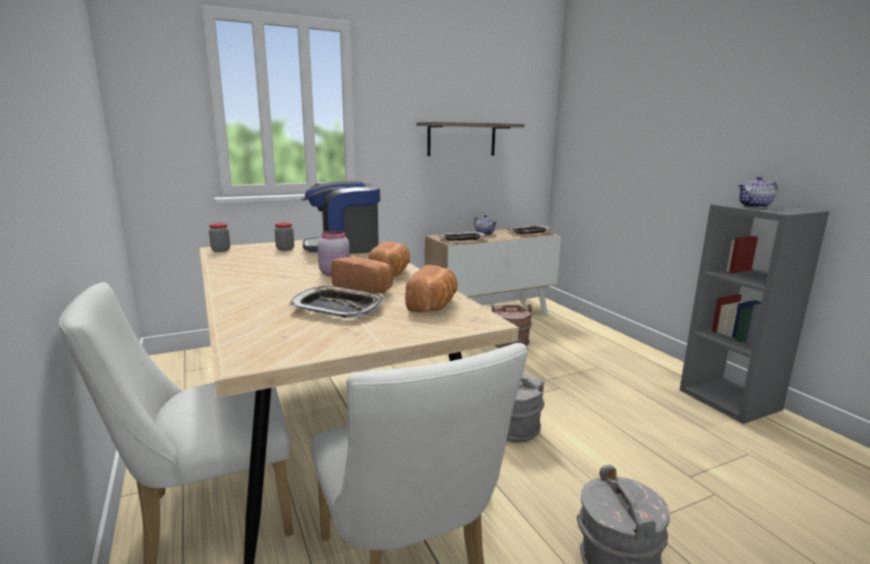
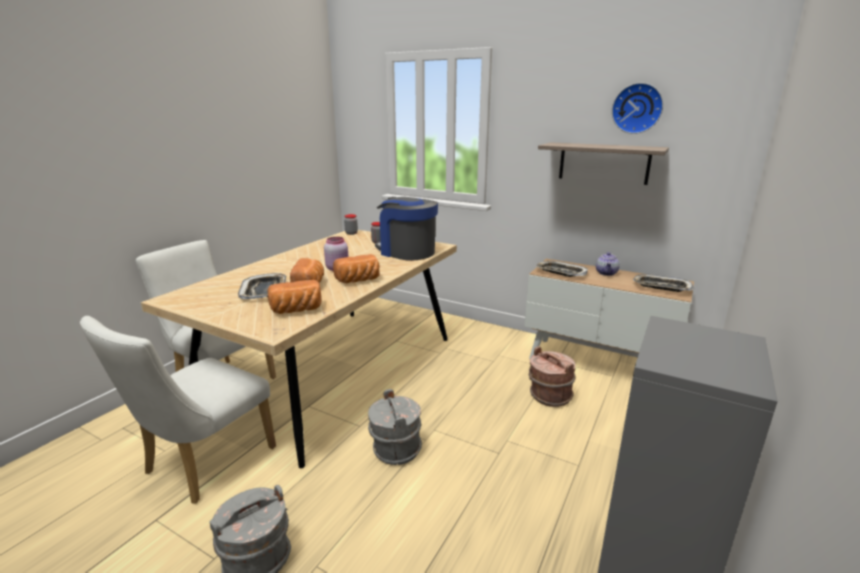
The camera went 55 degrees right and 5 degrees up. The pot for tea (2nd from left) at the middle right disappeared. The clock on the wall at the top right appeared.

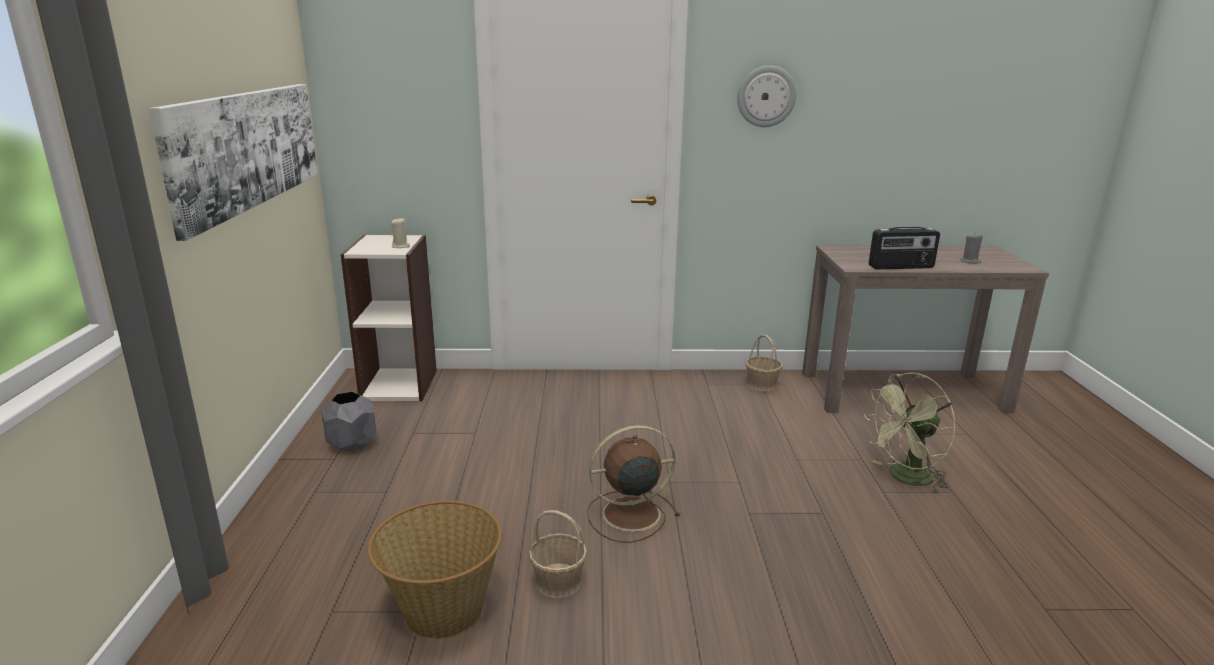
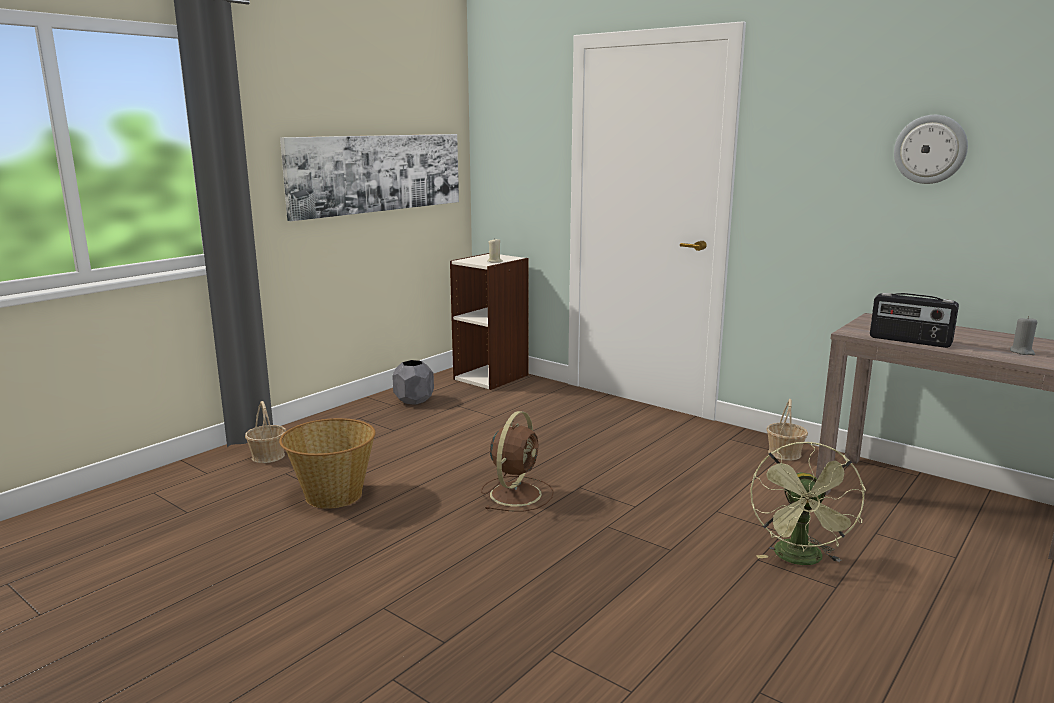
The camera went 40 degrees right and 5 degrees down. The storage basket (2nd from left in the first image) moved from the bottom centre to the middle left. The brownish cooling fan at the bottom centre turned 90 degrees clockwise. The clock on the wall moved from the top centre to the top right. The greenish cooling fan at the middle right turned 90 degrees counterclockwise.

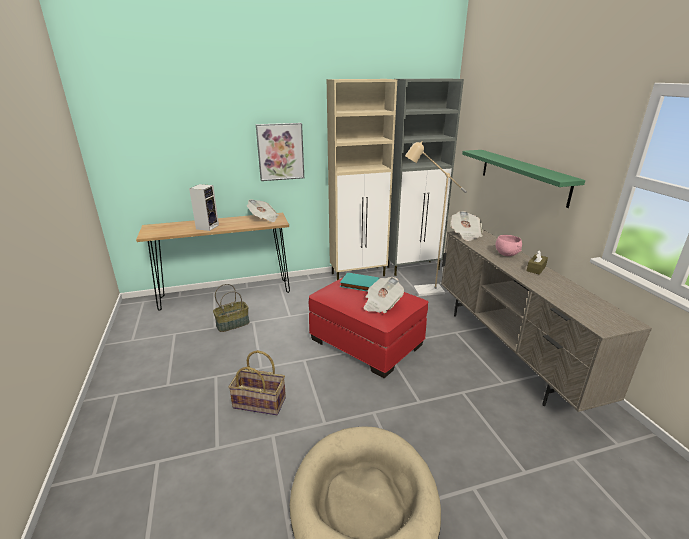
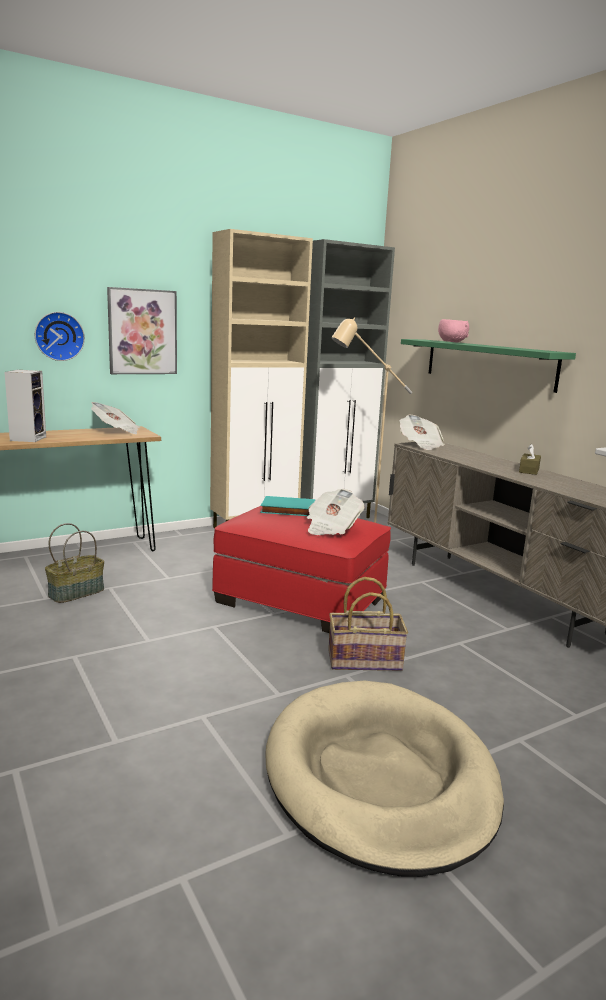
The camera went 15 degrees left and 10 degrees down. The storage basket (2nd from left) moved from the bottom centre to the centre. The pink serving bowl moved from the middle right to the top right. The clock on the wall at the middle left appeared.

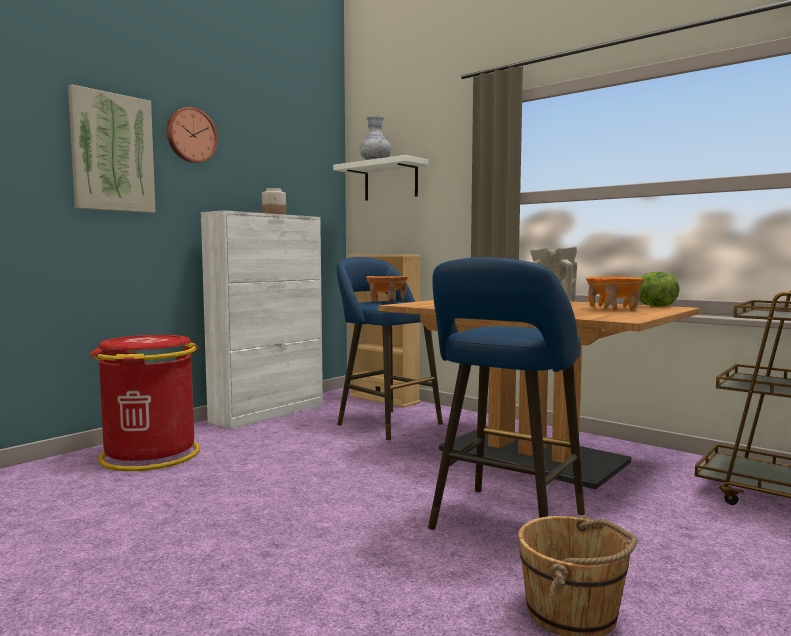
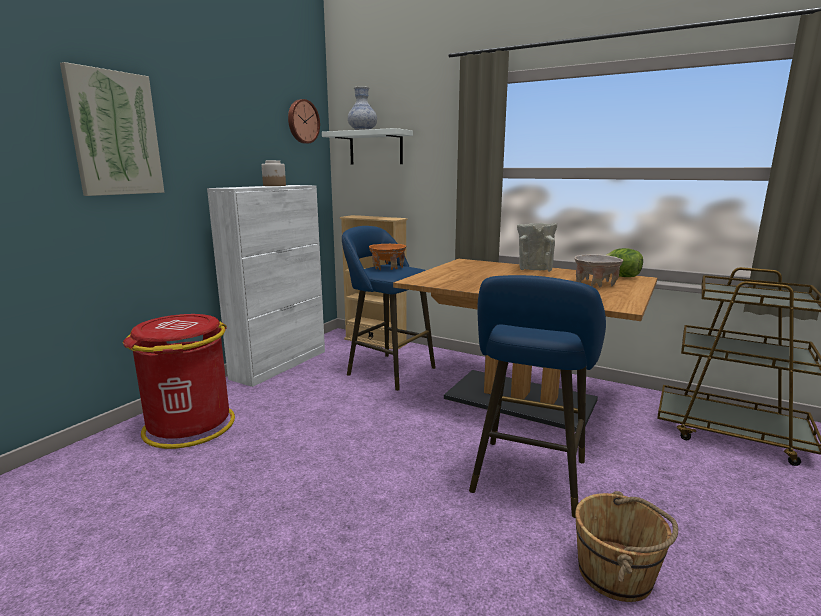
The camera went 10 degrees left and 10 degrees up. The clock on the wall moved from the top left to the top centre. The orangey serving bowl (2nd from left) at the middle right became the beige serving bowl at the middle right.

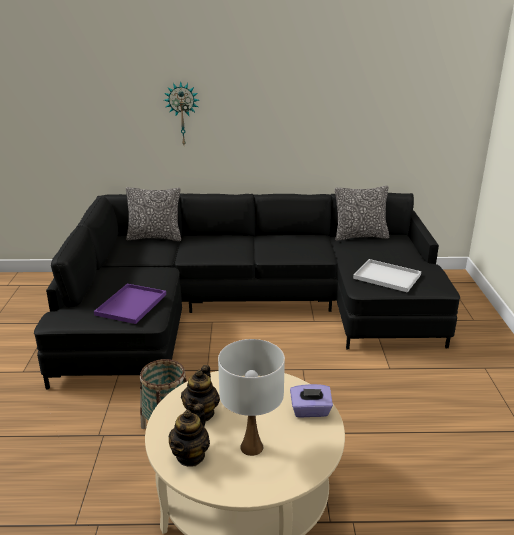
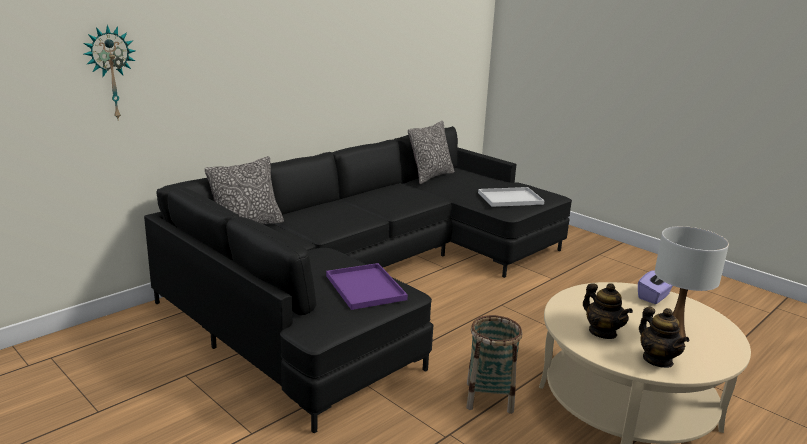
The camera went 45 degrees left and 5 degrees down. The clock on the wall moved from the top centre to the top left.

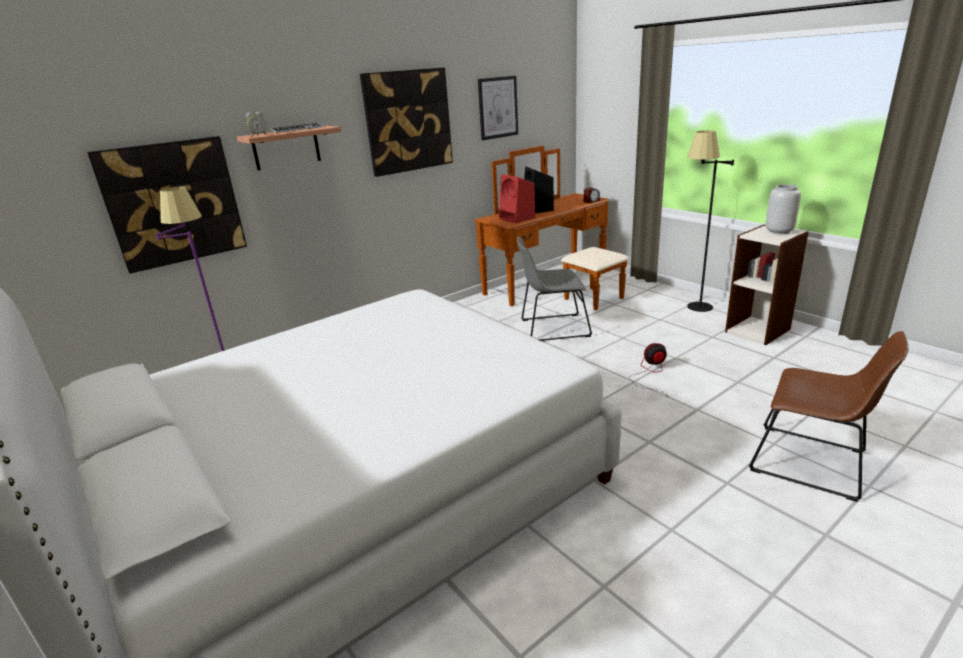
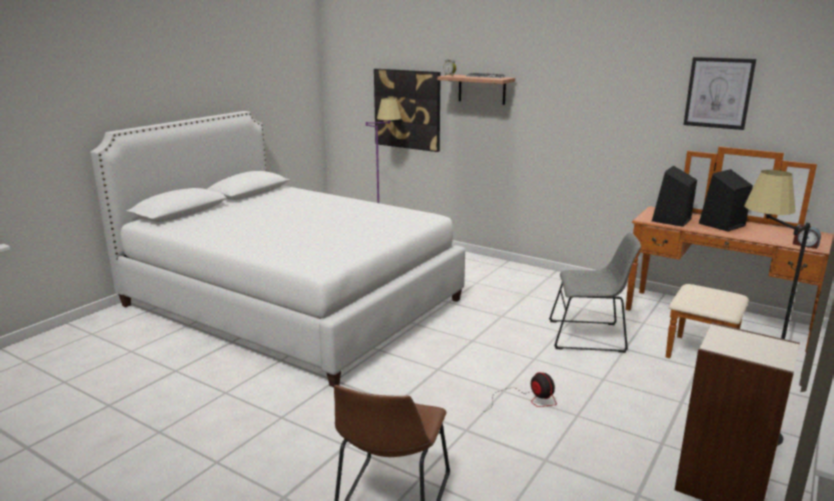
The camera went 70 degrees right and 5 degrees down. The wall picture (2nd from left) at the top centre disappeared. The red loudspeaker at the top centre became the blackish loudspeaker (1st from left) at the middle right. The grey upright chair at the centre turned 120 degrees clockwise. The grey flower vase at the top right disappeared.

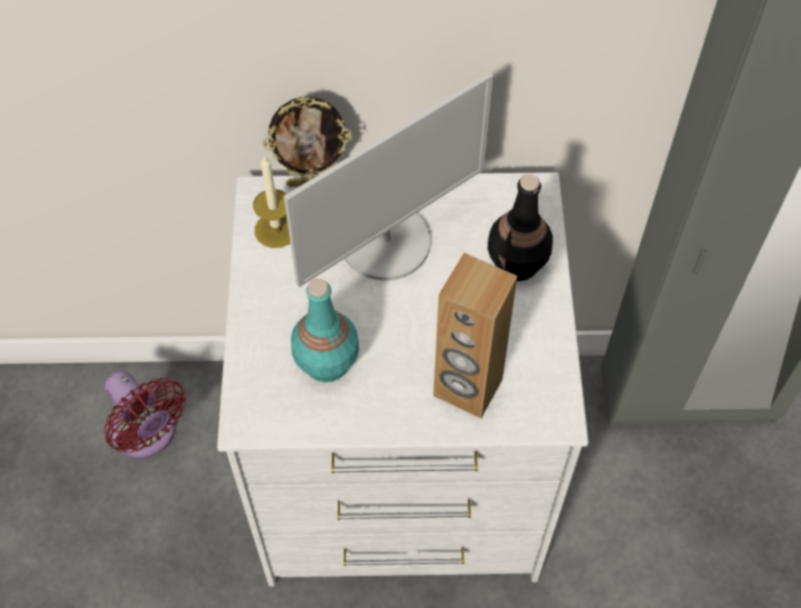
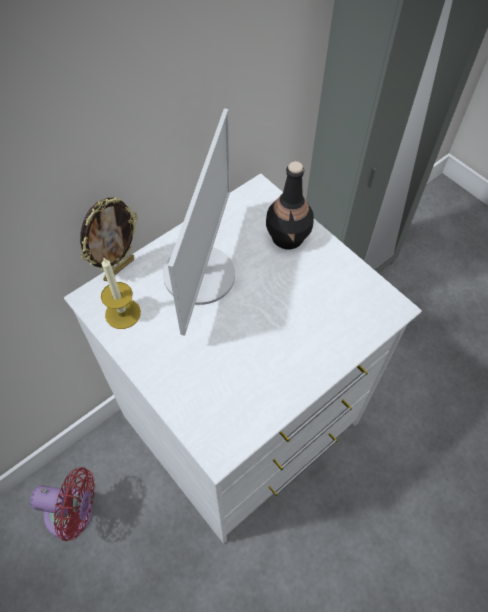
The camera went 40 degrees left and 0 degrees up. The blue-green beverage bottle at the centre disappeared. The brownish loudspeaker at the centre disappeared.

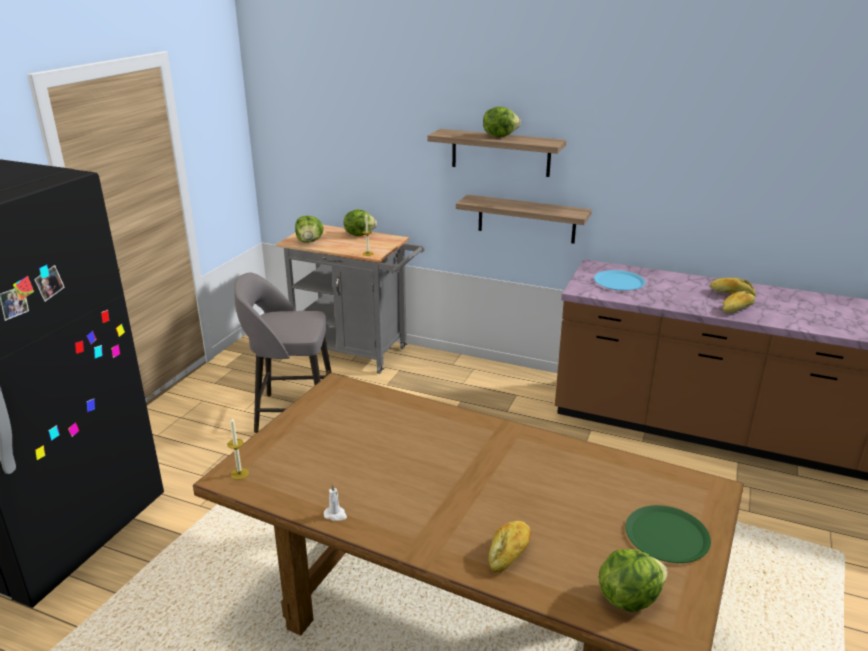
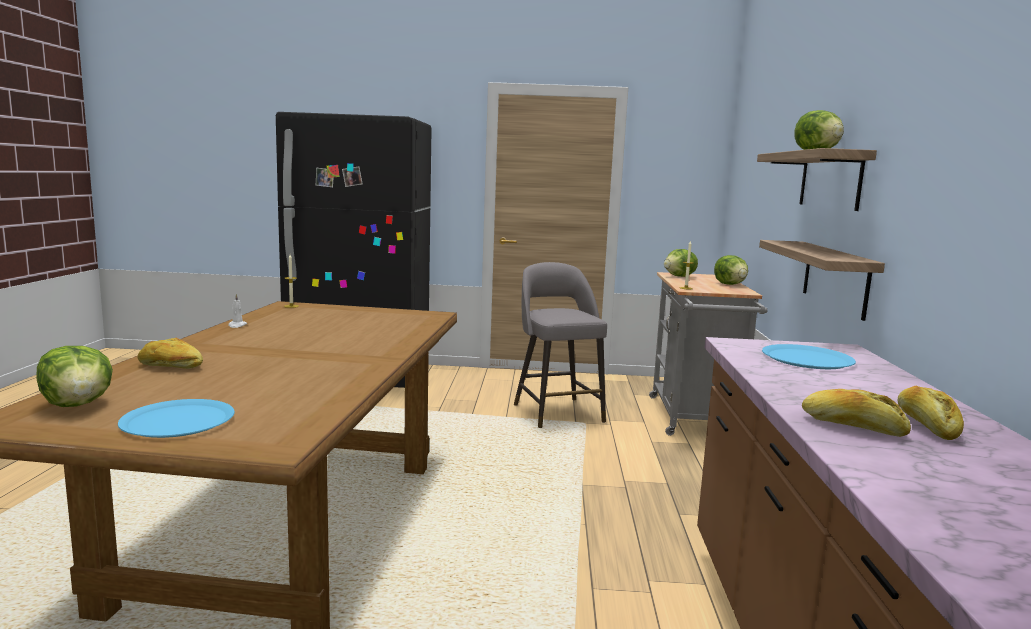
The camera went 70 degrees right and 15 degrees down. The greenish flat dish at the bottom right became the blue-coloured flat dish (1st from left) at the middle left.

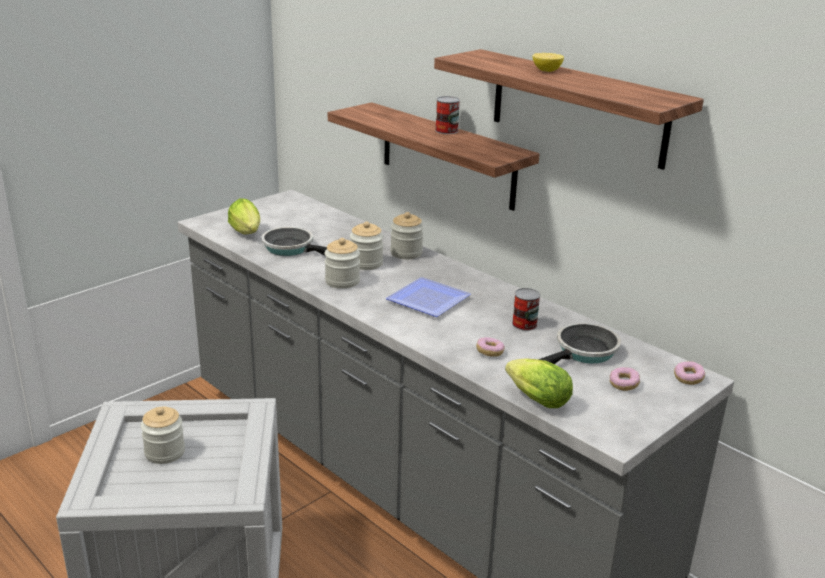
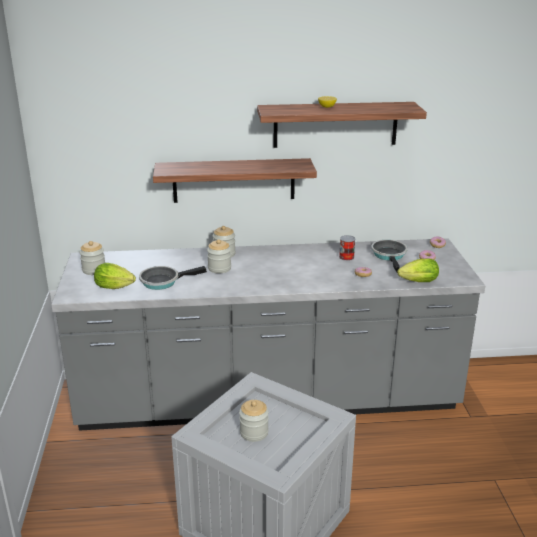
The camera went 50 degrees left and 0 degrees up. The storage jar (2nd from left in the first image) moved from the centre to the middle left. The flat dish at the centre disappeared. The can (1st from left) at the top centre disappeared.

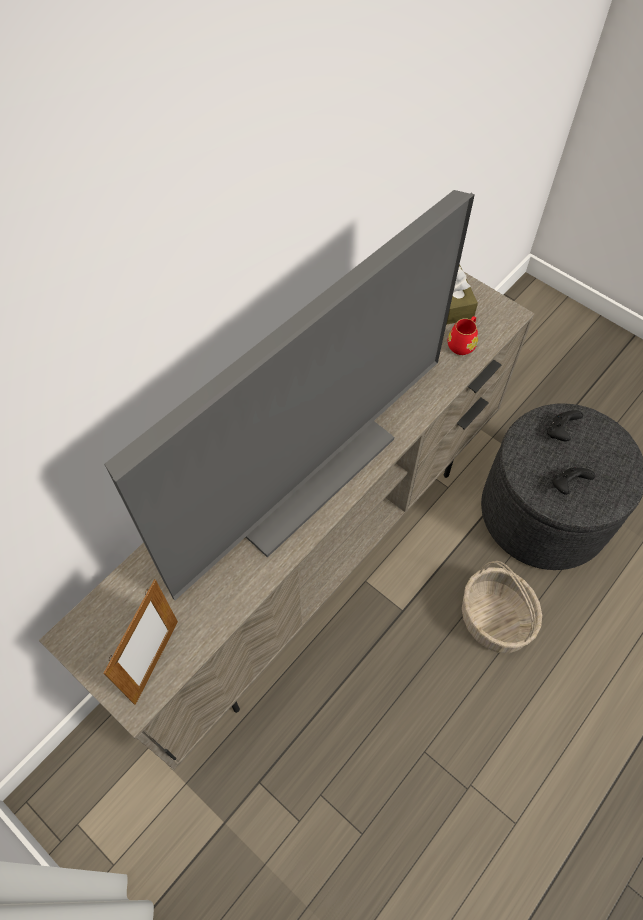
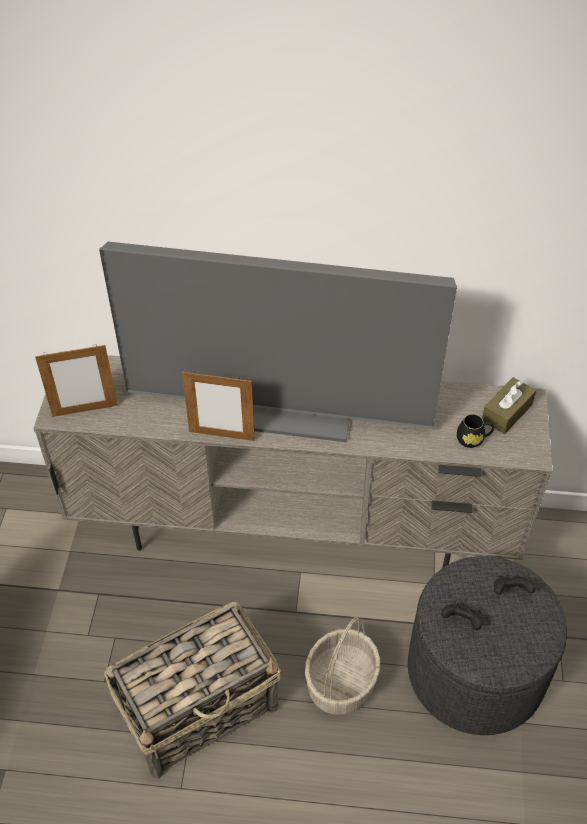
The camera went 55 degrees right and 10 degrees down. The red coffee mug at the middle right became the blackish coffee mug at the middle right. The storage basket (1st from left) at the bottom left appeared. The standing frame (2nd from left) at the centre appeared.

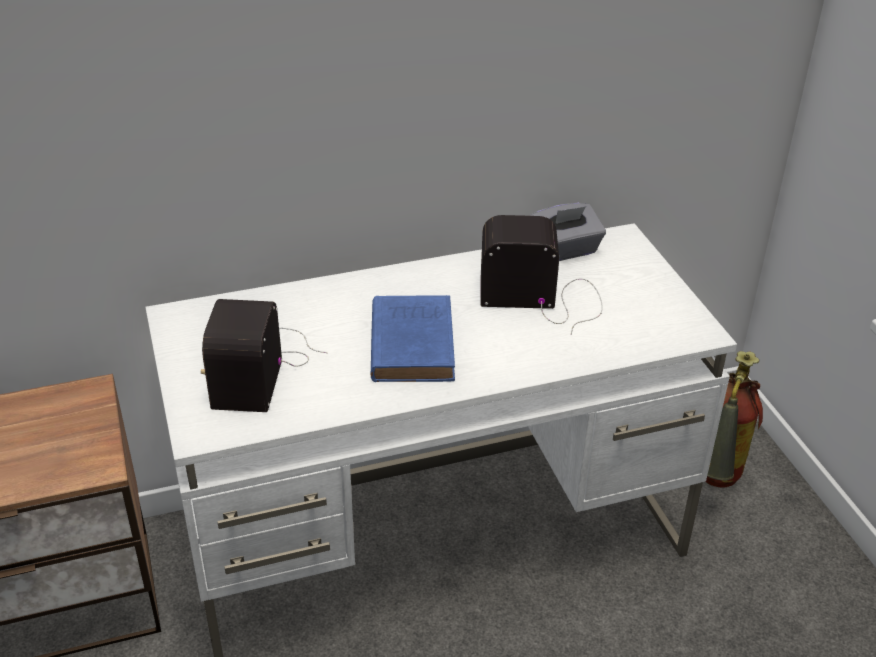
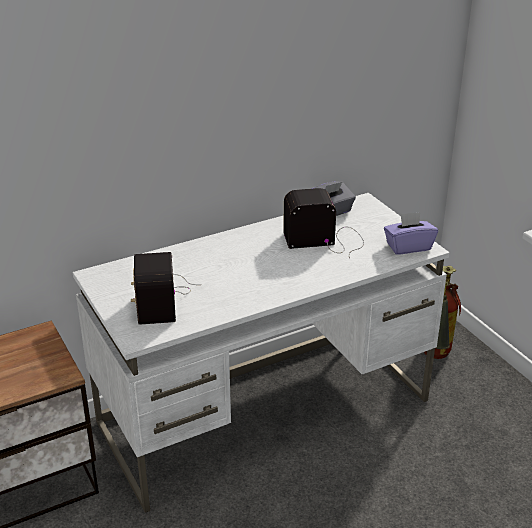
The camera went 10 degrees left and 5 degrees down. The blue-coloured book at the centre disappeared. The purple-coloured tissue box at the middle right appeared.

